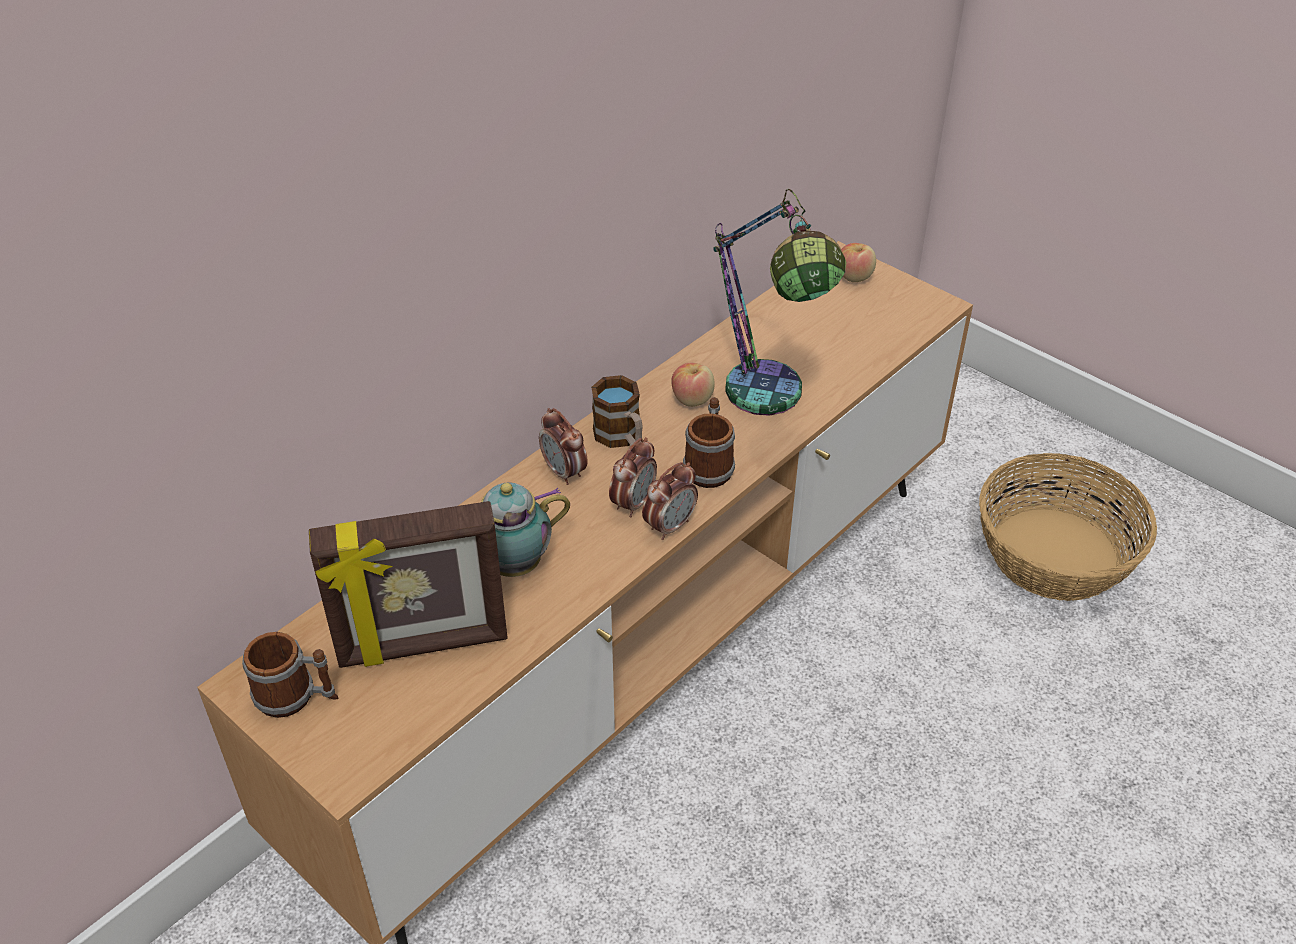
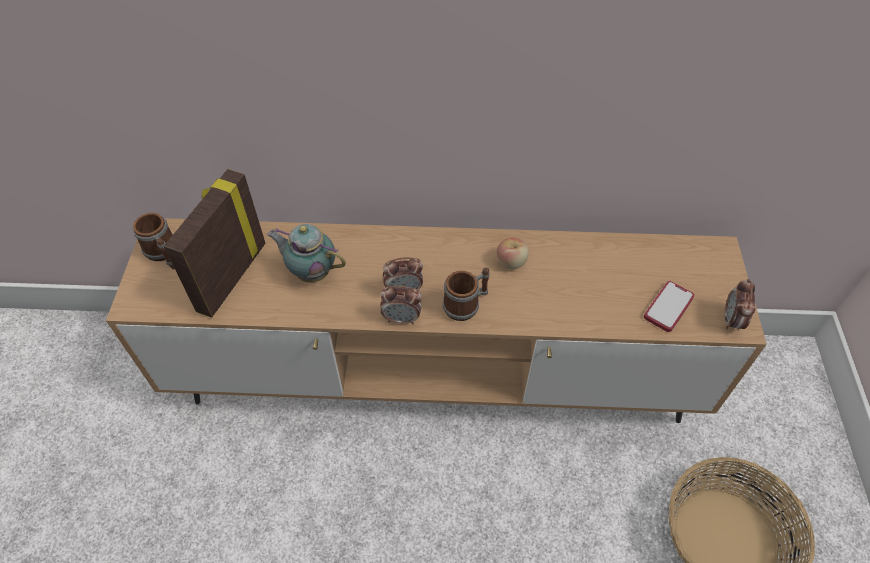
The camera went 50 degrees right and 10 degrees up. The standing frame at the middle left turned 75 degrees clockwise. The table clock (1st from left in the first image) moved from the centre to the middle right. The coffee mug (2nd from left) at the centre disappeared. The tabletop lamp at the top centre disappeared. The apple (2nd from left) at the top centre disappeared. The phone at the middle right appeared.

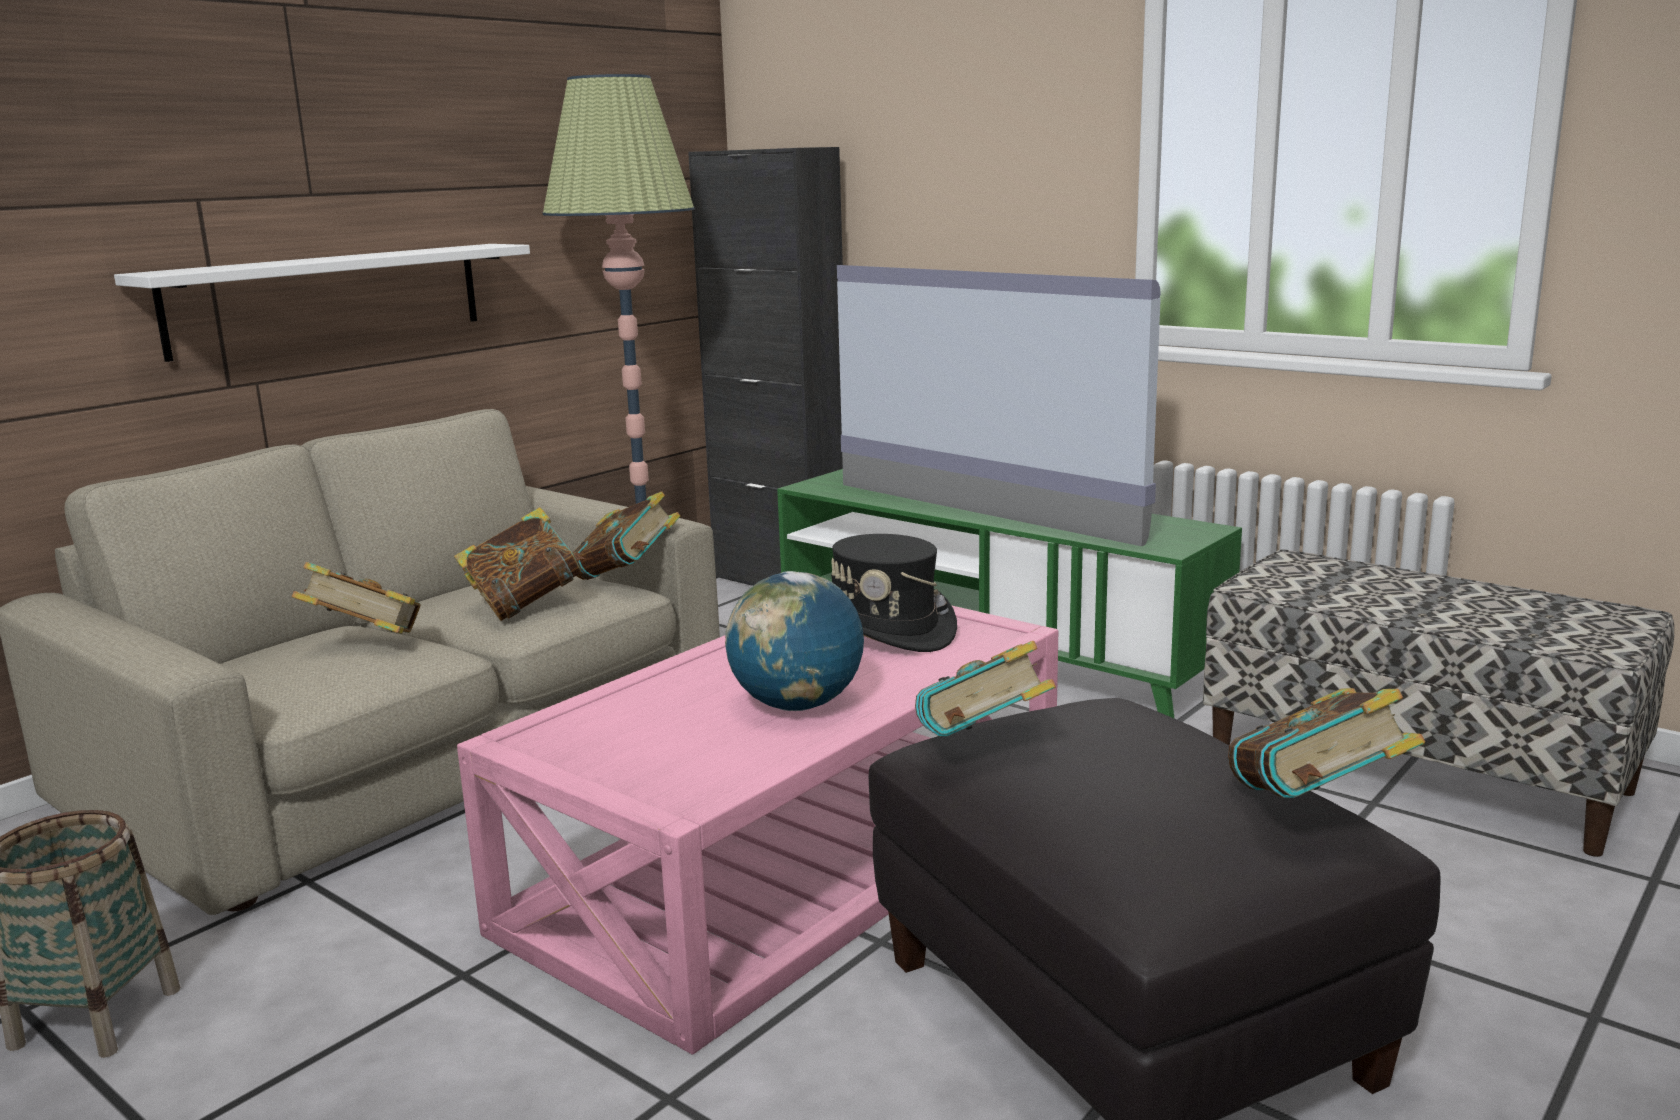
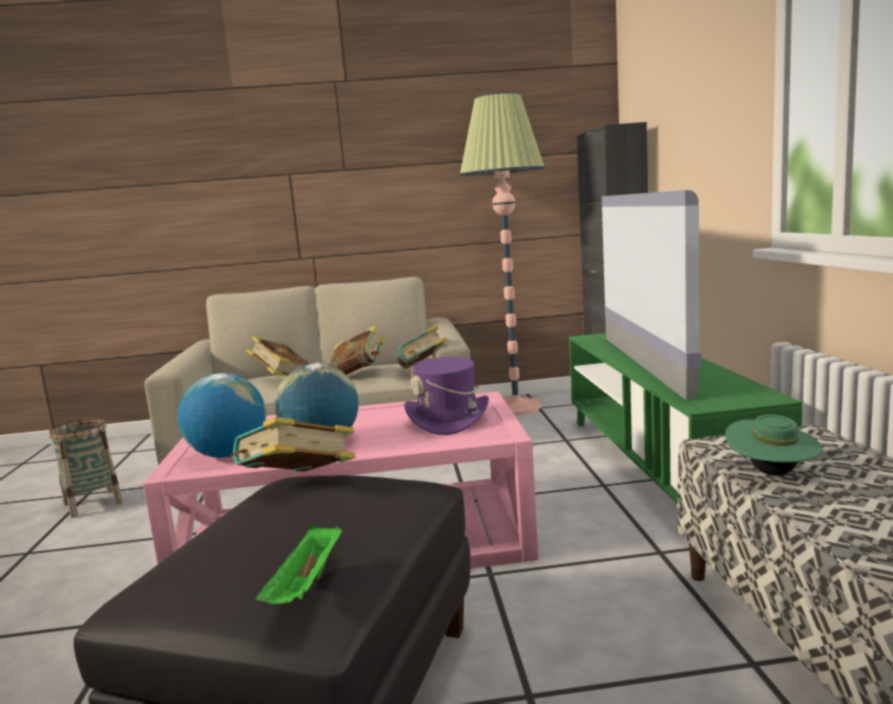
The camera went 45 degrees right and 5 degrees down. The whitish shelf at the top left disappeared. The blackish hat at the centre became the purple-coloured hat at the centre. The book (5th from left) at the middle right was replaced by the greenish carrying tray at the bottom centre. The world globe (1st from left) at the middle left appeared. The greenish hat at the middle right appeared.

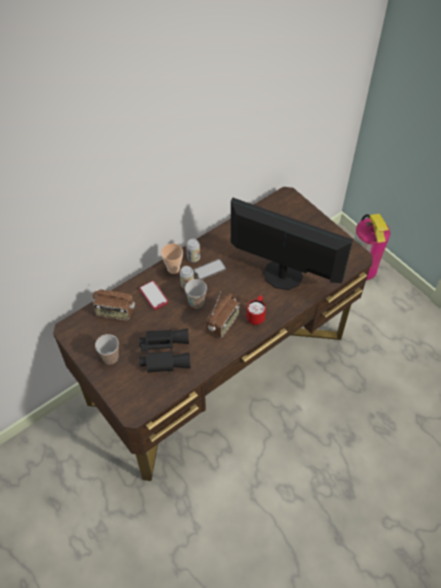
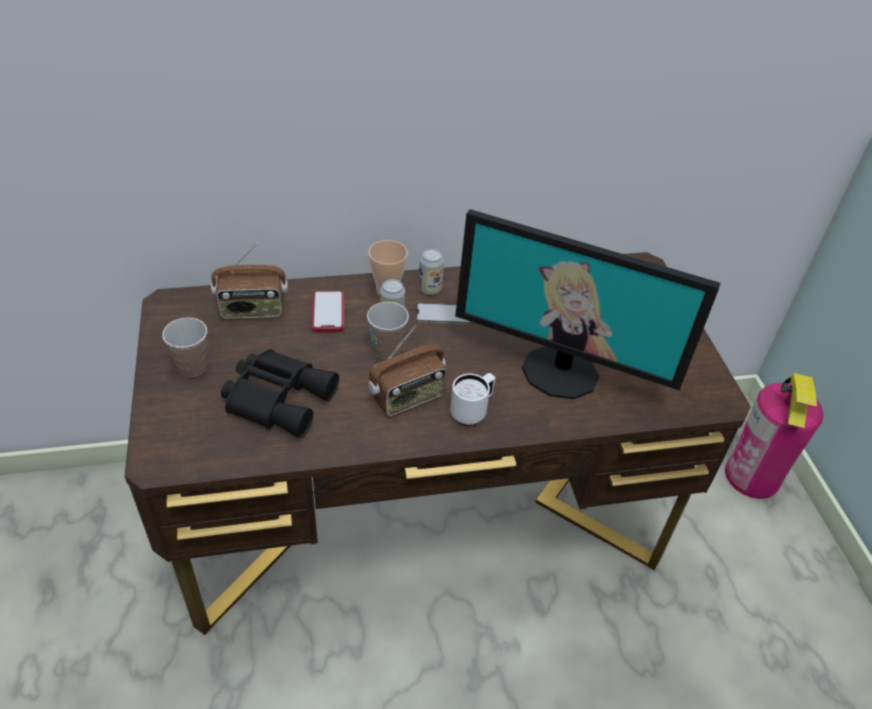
The camera went 25 degrees right and 10 degrees down. The radio (1st from left) at the middle left turned 45 degrees counterclockwise. The monitor at the centre turned 150 degrees clockwise. The red coffee mug at the centre became the whitish coffee mug at the centre.

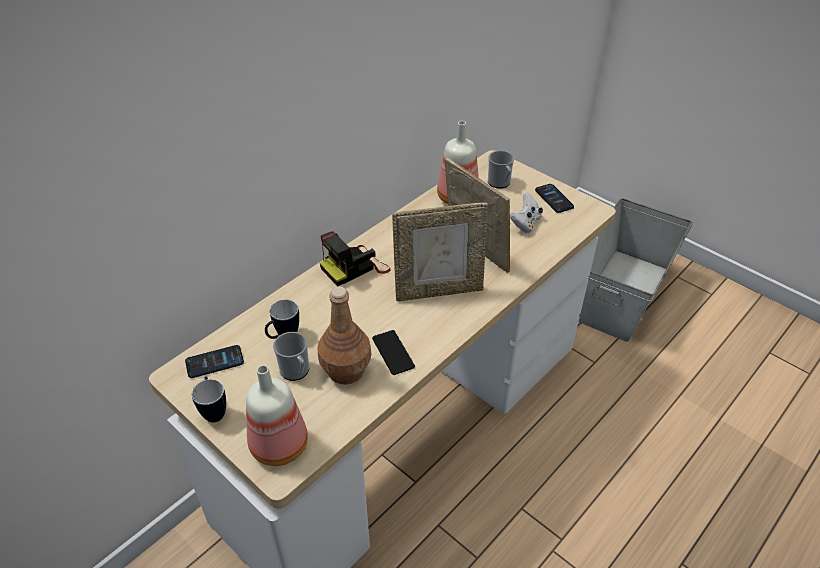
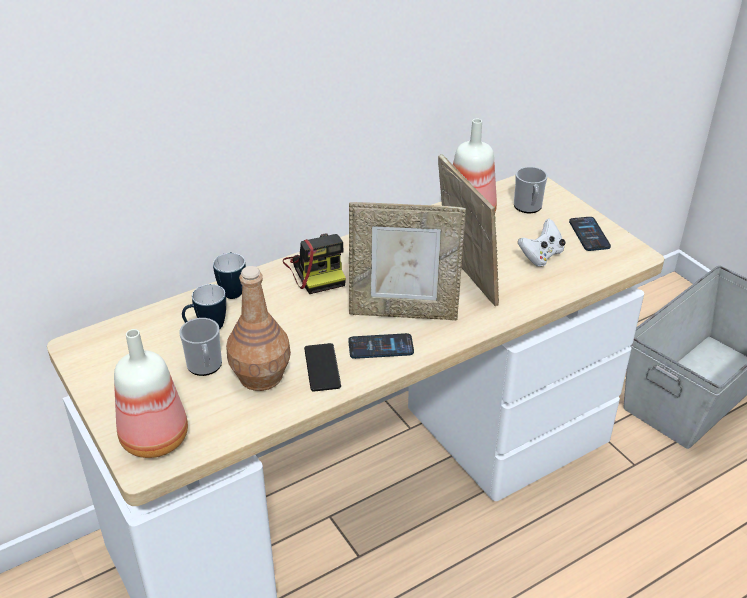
The camera went 15 degrees right and 5 degrees down. The phone (1st from left in the first image) moved from the middle left to the centre. The coffee mug (1st from left in the first image) moved from the bottom left to the middle left. The still camera at the centre turned 90 degrees counterclockwise.

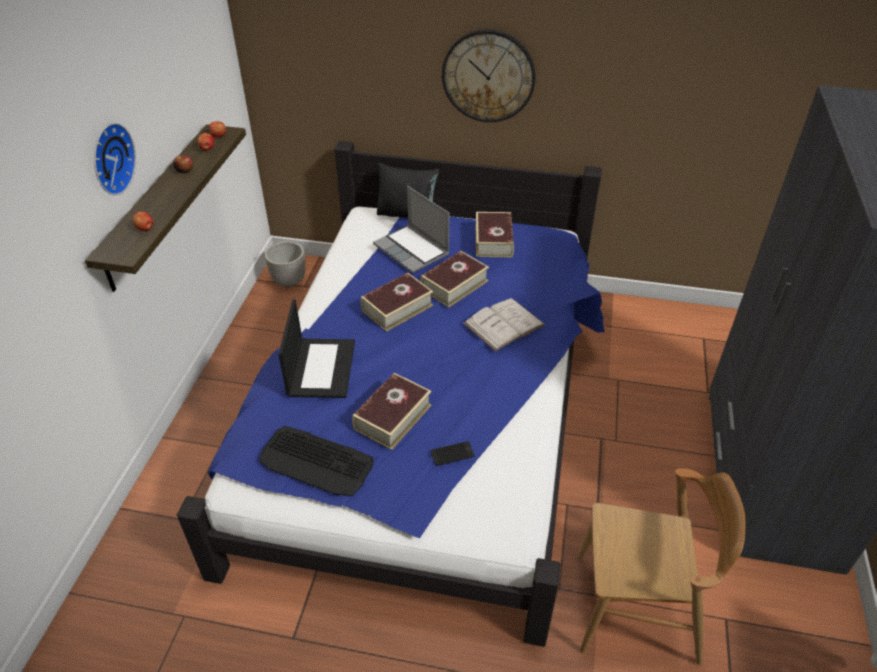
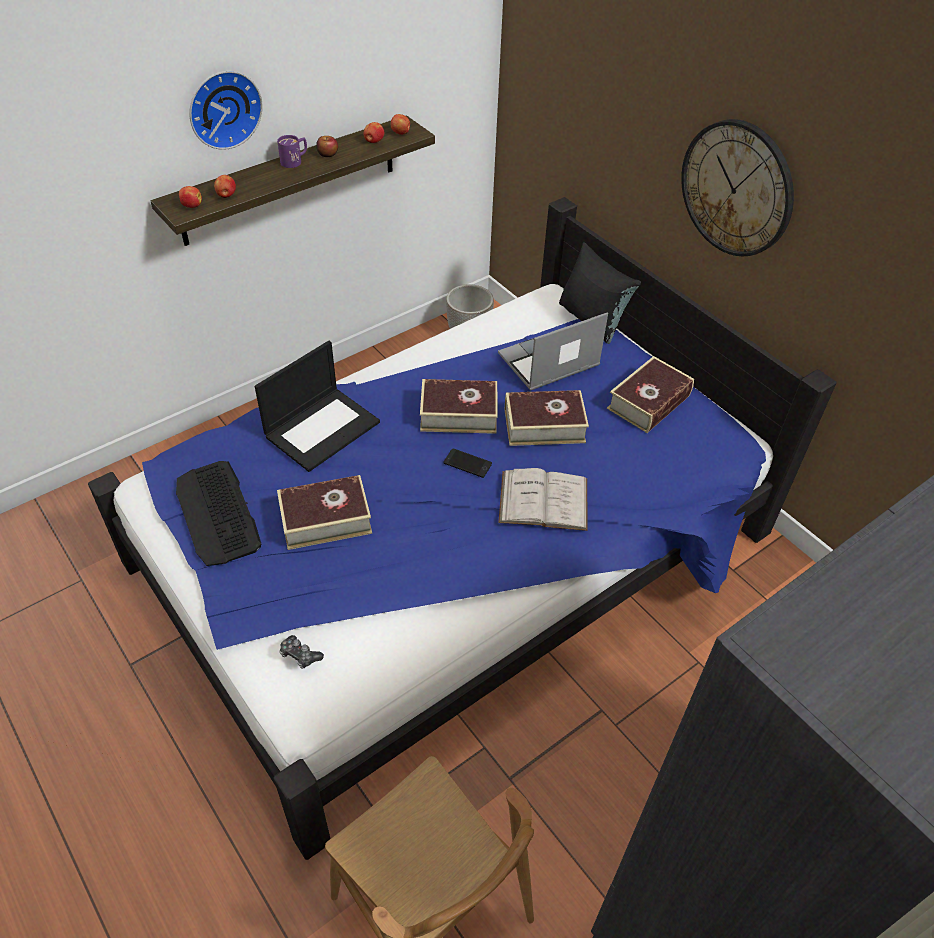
The camera went 40 degrees right and 5 degrees up. The notebook computer (2nd from left) at the centre turned 60 degrees clockwise. The phone moved from the bottom centre to the centre. The apple (1st from left) at the top left appeared. The purple-coloured coffee mug at the top left appeared. The game controller at the bottom left appeared.

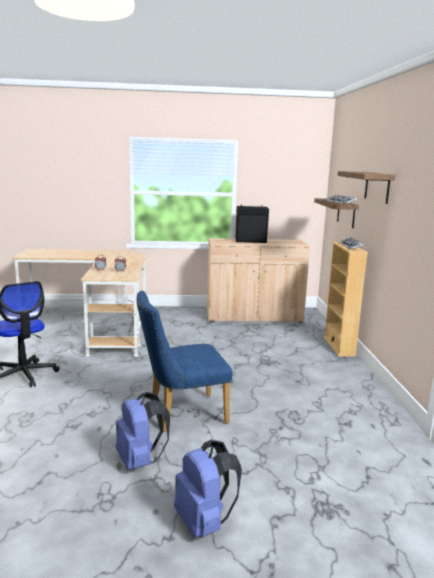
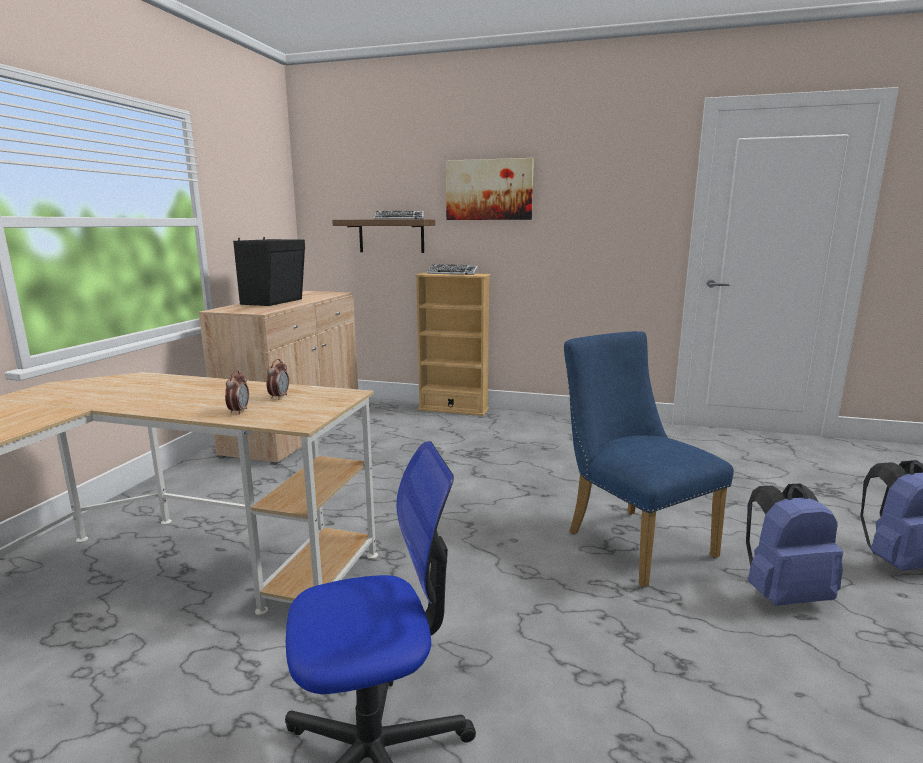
The camera went 70 degrees left and 0 degrees up. The blue-coloured upright chair at the centre turned 150 degrees clockwise. The shelf (2nd from left) at the top right was replaced by the wall picture at the top centre.

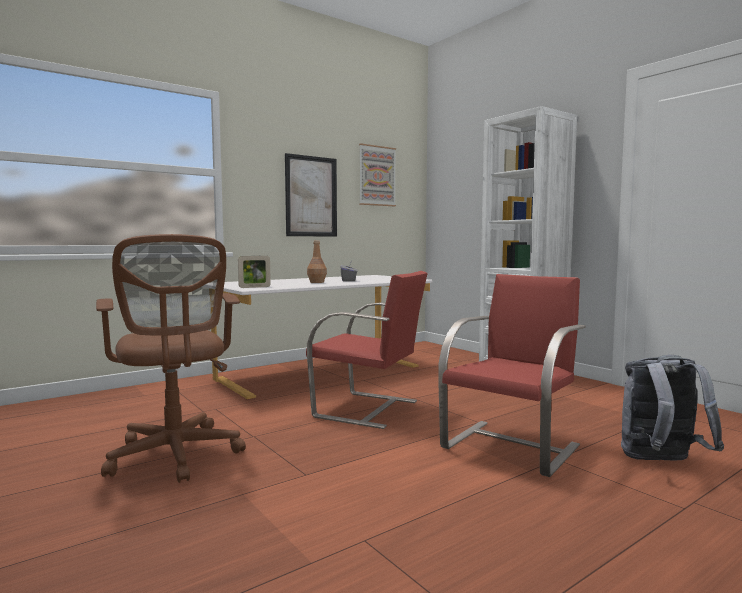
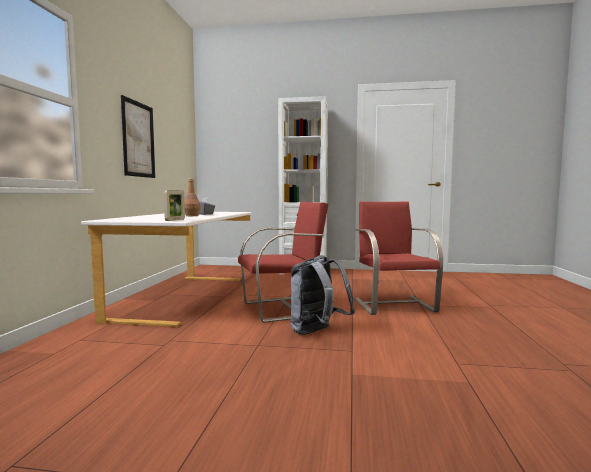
The camera went 45 degrees left and 0 degrees up. The brownish office chair at the middle left disappeared. The wall picture (2nd from left) at the top centre disappeared. The grey knapsack moved from the bottom right to the centre.

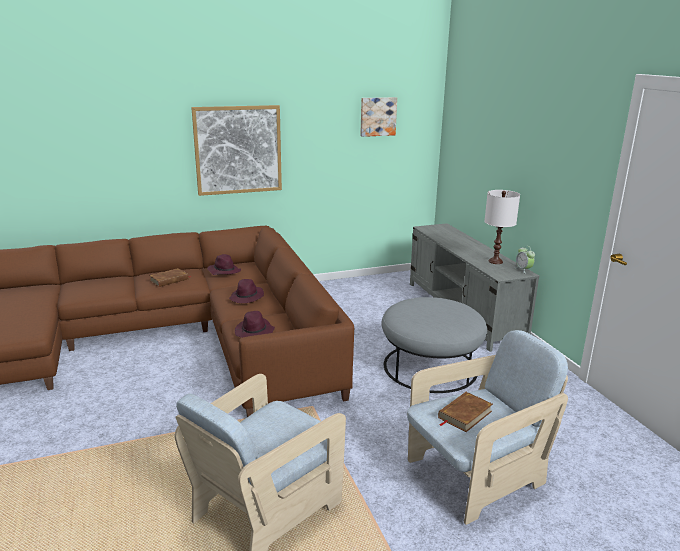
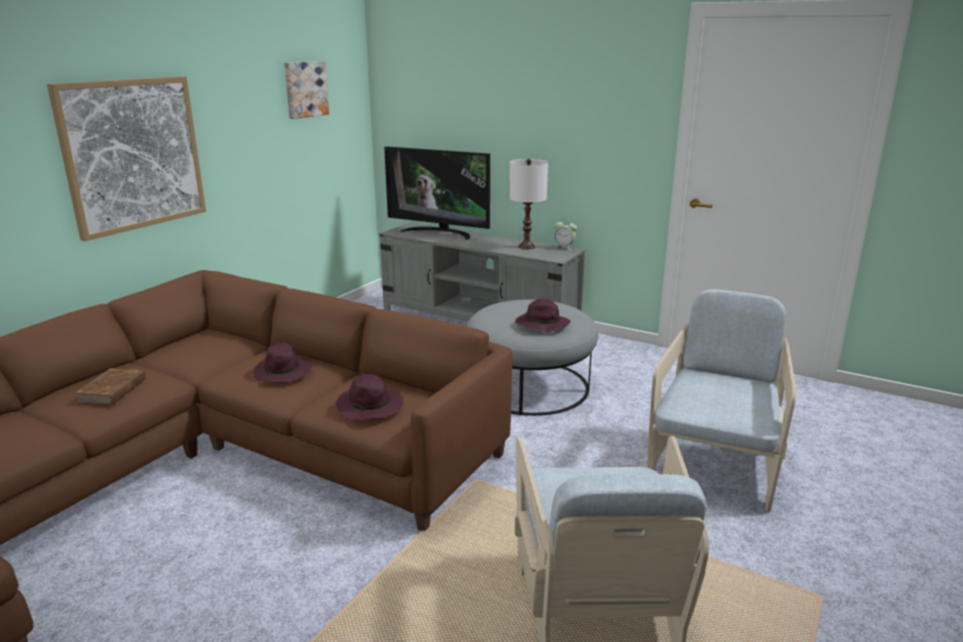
The camera went 40 degrees left and 0 degrees up. The purple-coloured hat (1st from left in the first image) moved from the middle left to the centre. The brownish book (2nd from left) at the bottom right disappeared. The television at the top centre appeared.

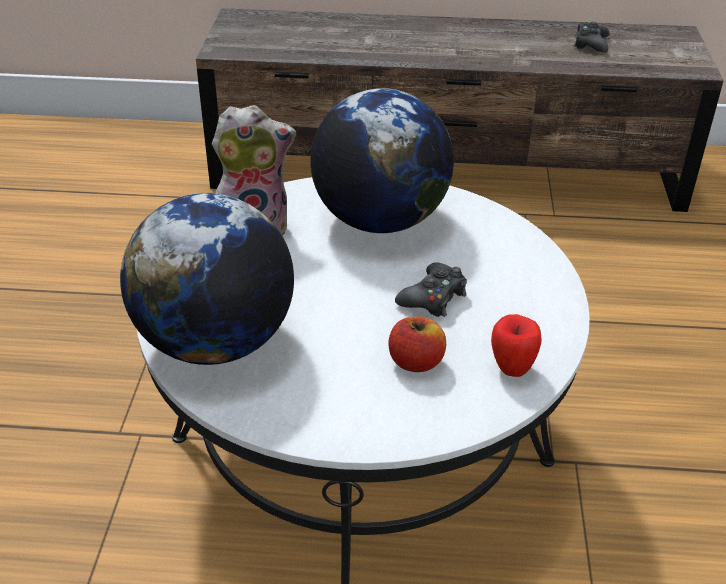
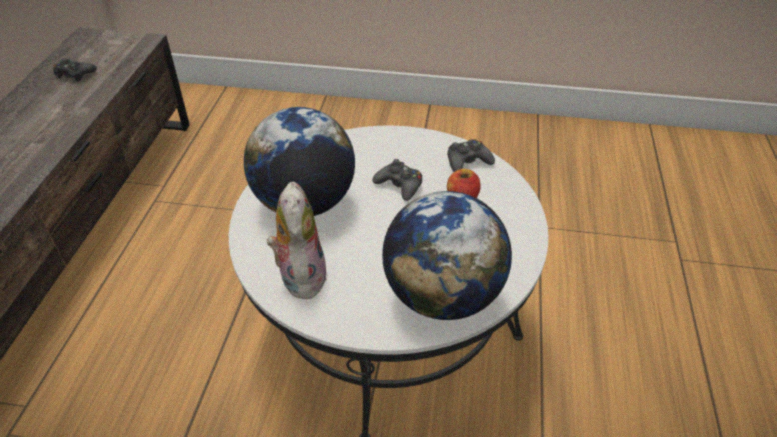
The camera went 85 degrees left and 5 degrees up. The apple (2nd from left) at the middle right was replaced by the blackish game controller (3rd from left) at the centre.

